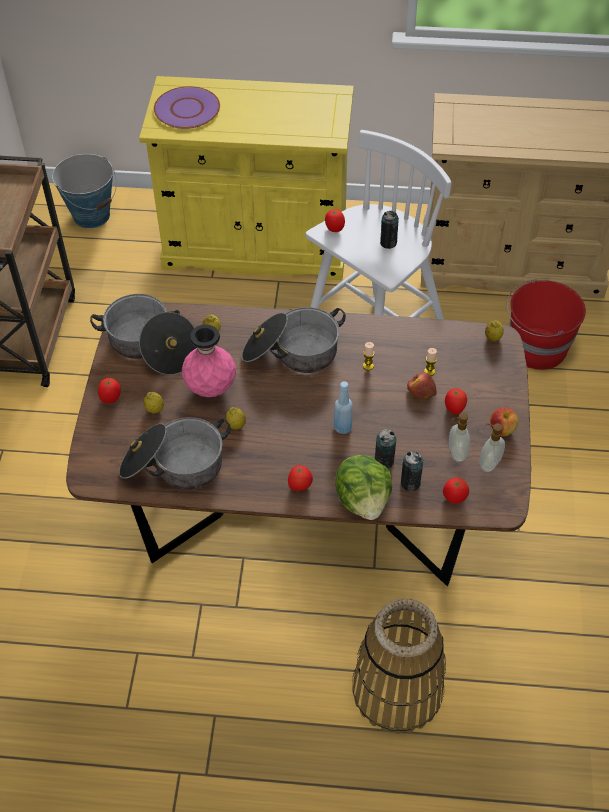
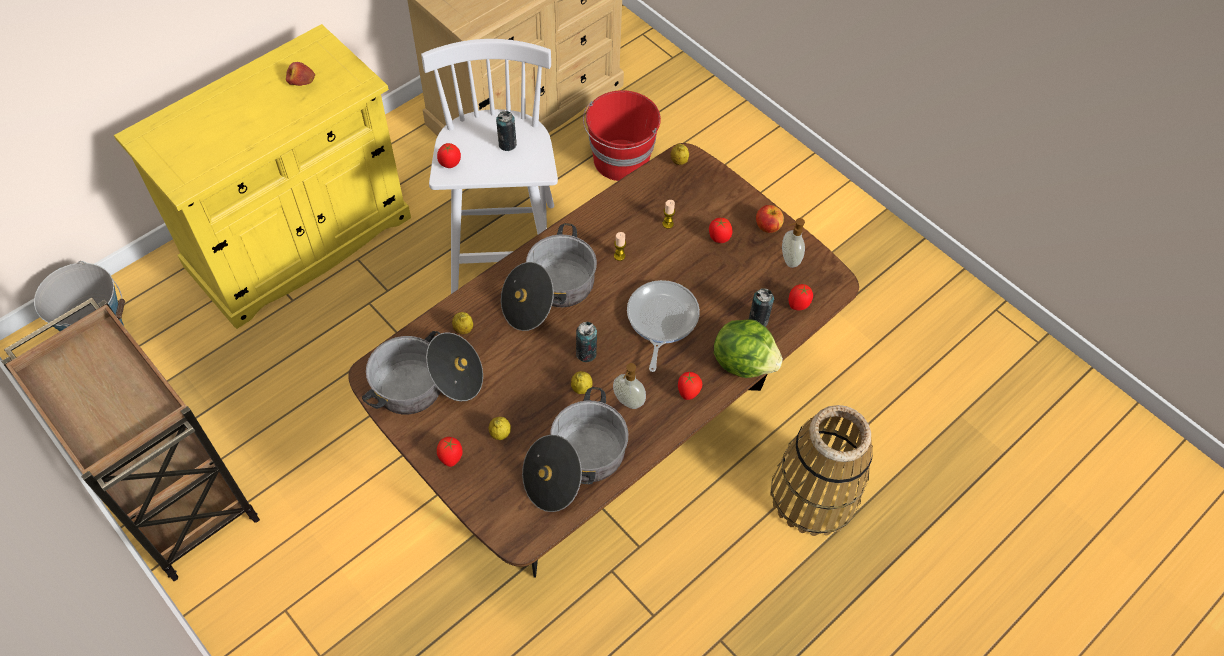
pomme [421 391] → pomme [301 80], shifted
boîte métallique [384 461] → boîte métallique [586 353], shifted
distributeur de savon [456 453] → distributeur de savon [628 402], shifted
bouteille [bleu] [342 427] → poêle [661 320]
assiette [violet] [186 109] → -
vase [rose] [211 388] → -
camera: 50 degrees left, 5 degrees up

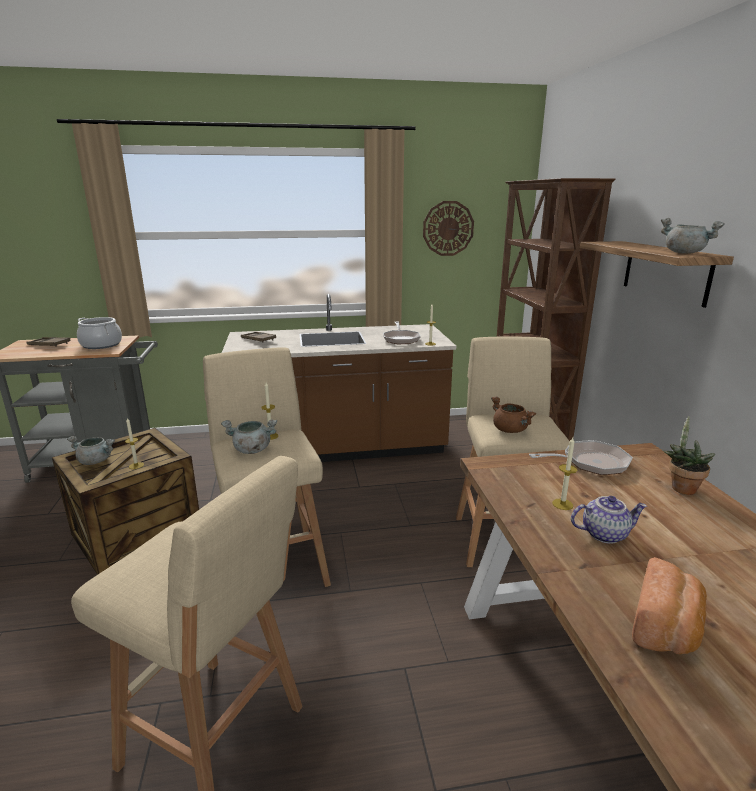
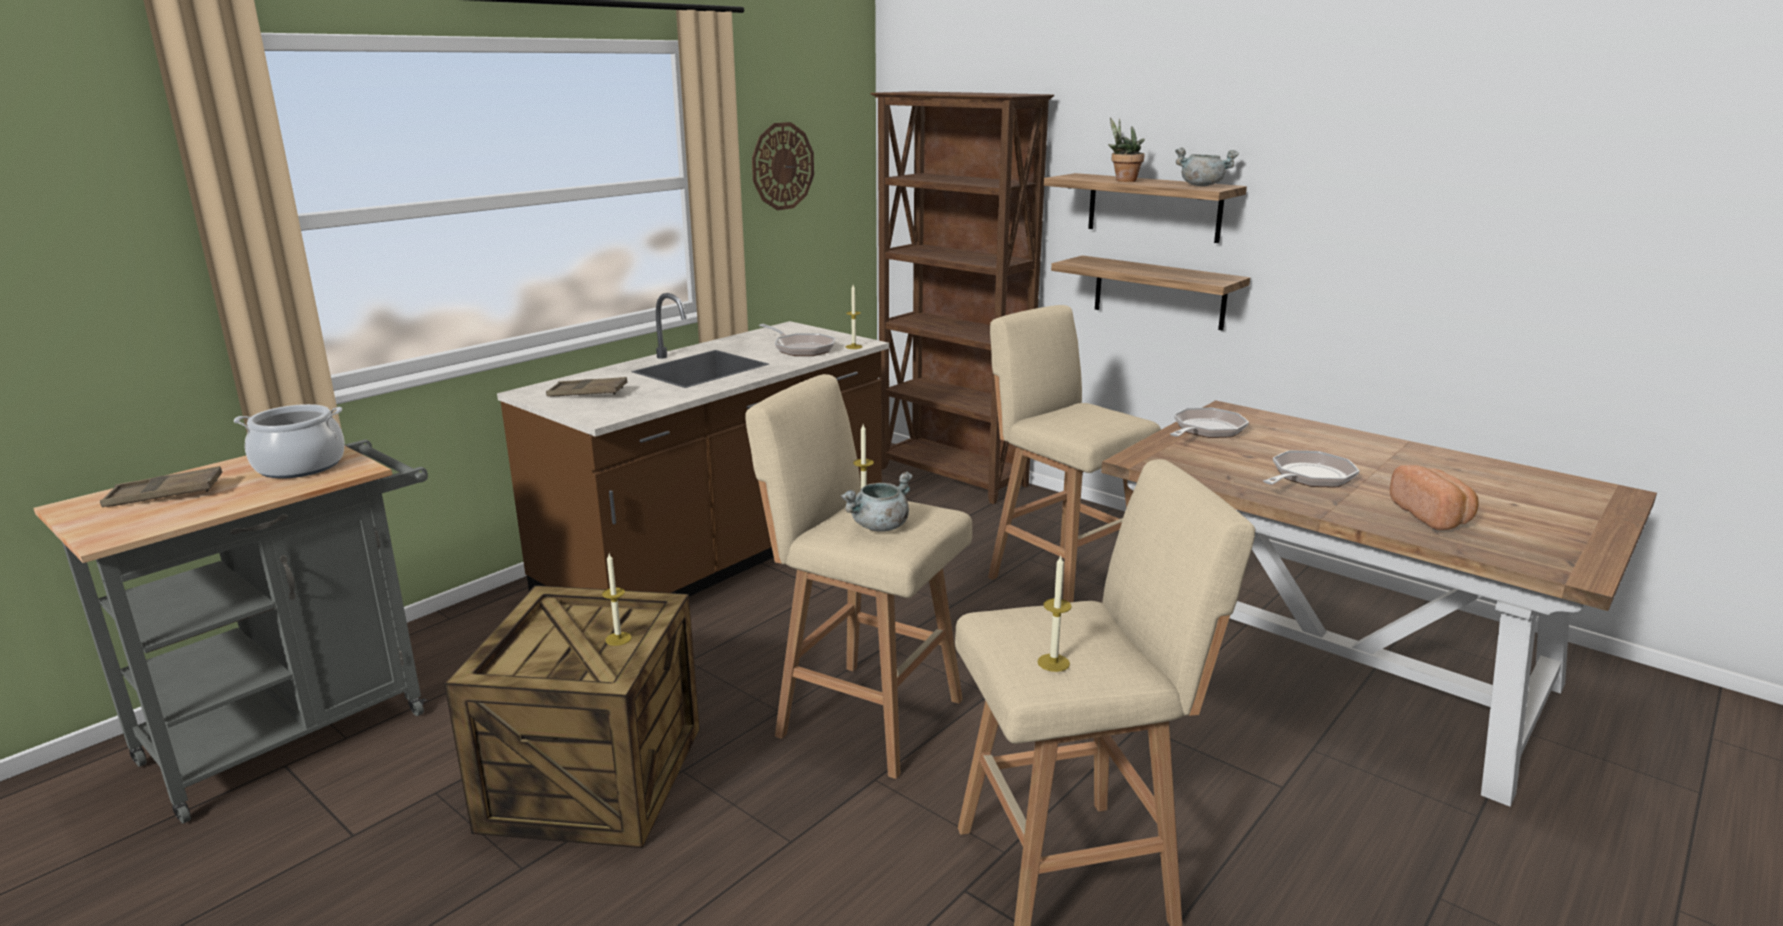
bougie [562 504] → bougie [1053 663], shifted
- → étagère [1159 292]
plante en pot [681 487] → plante en pot [1123 180], shifted
théière [604 533] → poêle [1309 477]
marmite [gris] [96 461] → -
marmite [marron] [511 430] → -
camera: 40 degrees left, 0 degrees up

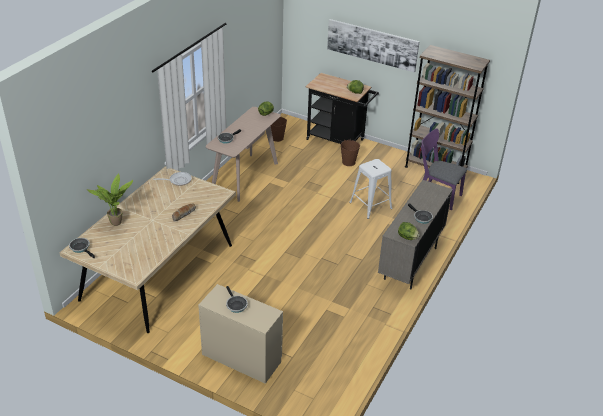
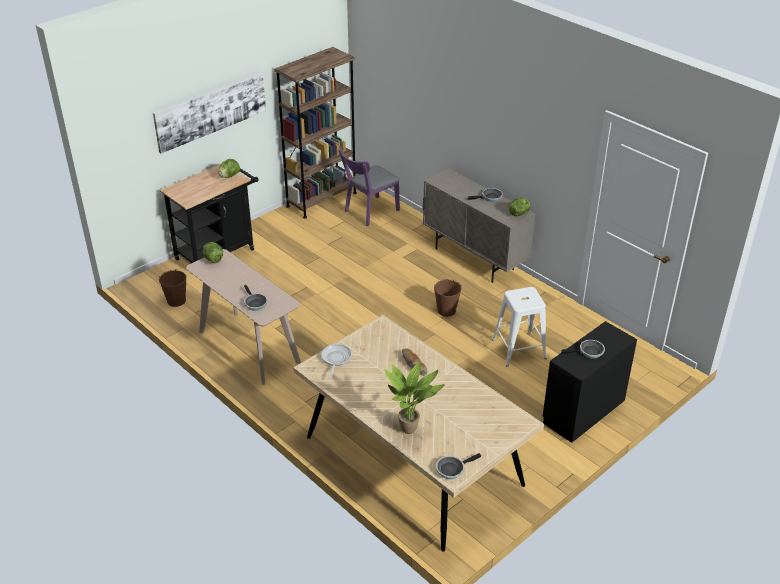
seau [marron] [348 162] → seau [marron] [446 310], shifted
tabouret [blanc] [370 205] → tabouret [blanc] [519 349], shifted
commode [beige] [241 357] → commode [noir] [582 411]
camera: 70 degrees left, 0 degrees up

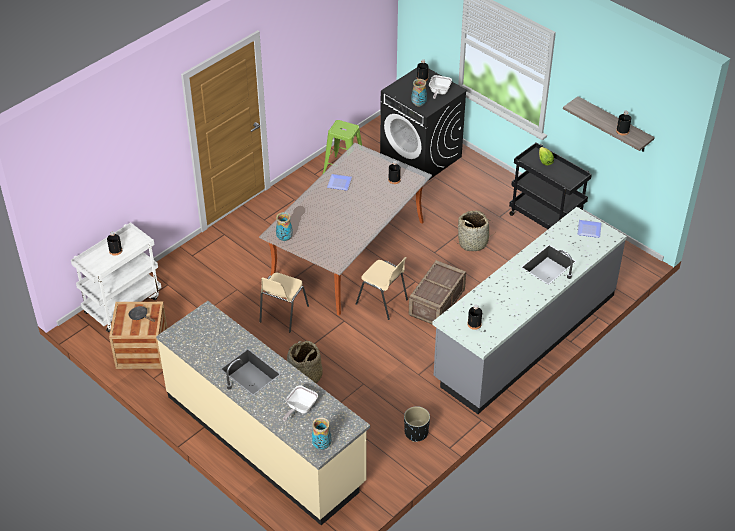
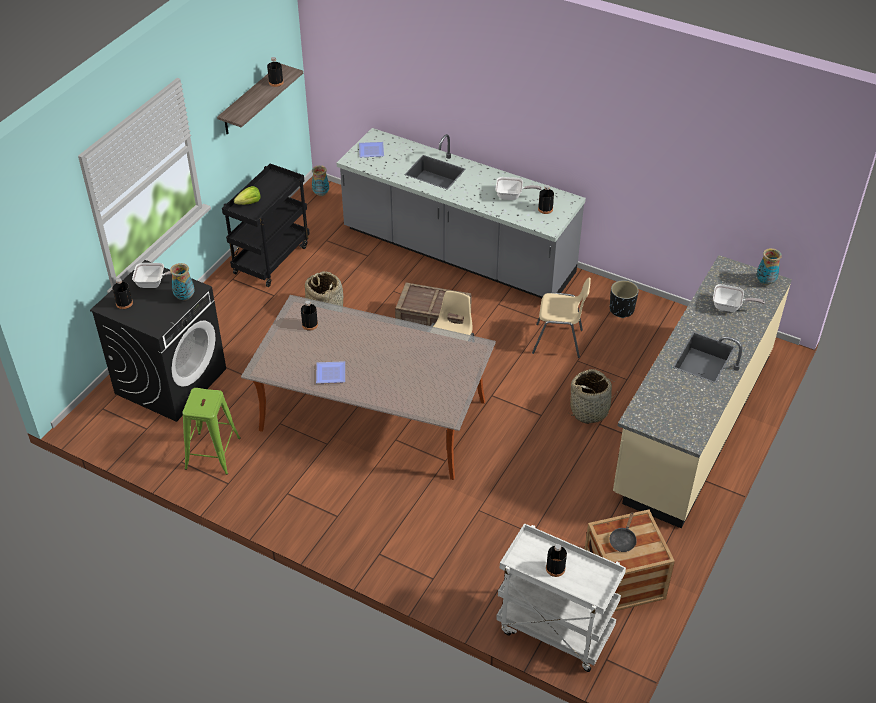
vase [284 238] → vase [321 194], shifted
- → poêle [512 196]
chaise [beige] [282 314] → chaise [beige] [559 341], shifted
camera: 105 degrees left, 0 degrees up

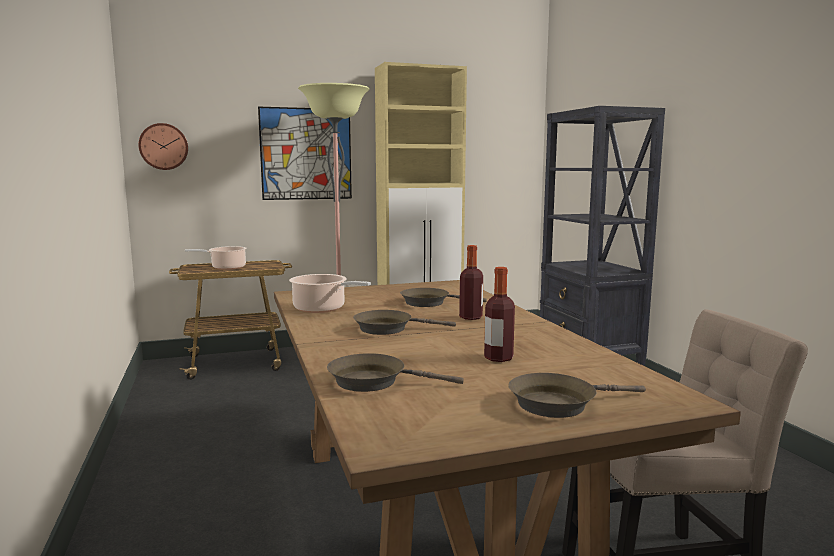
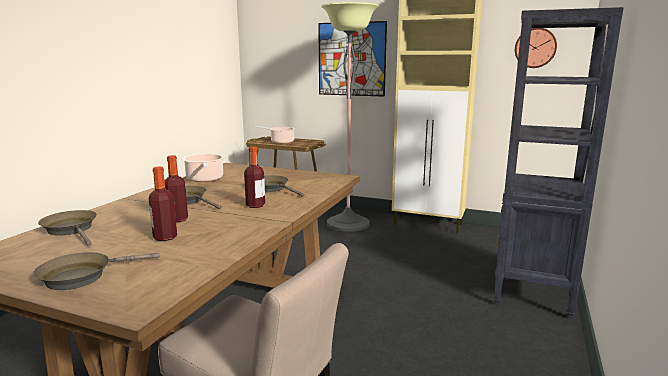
poêle [marron] [558 403] → poêle [marron] [82 276], 60 degrees counterclockwise
- → bouteille [177 219]
horloge murale [164 146] → horloge murale [535 48], shifted
camera: 40 degrees right, 5 degrees up

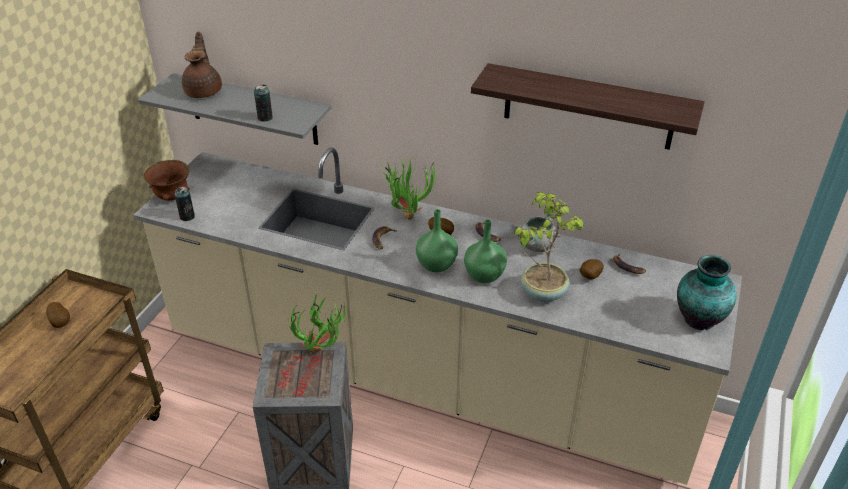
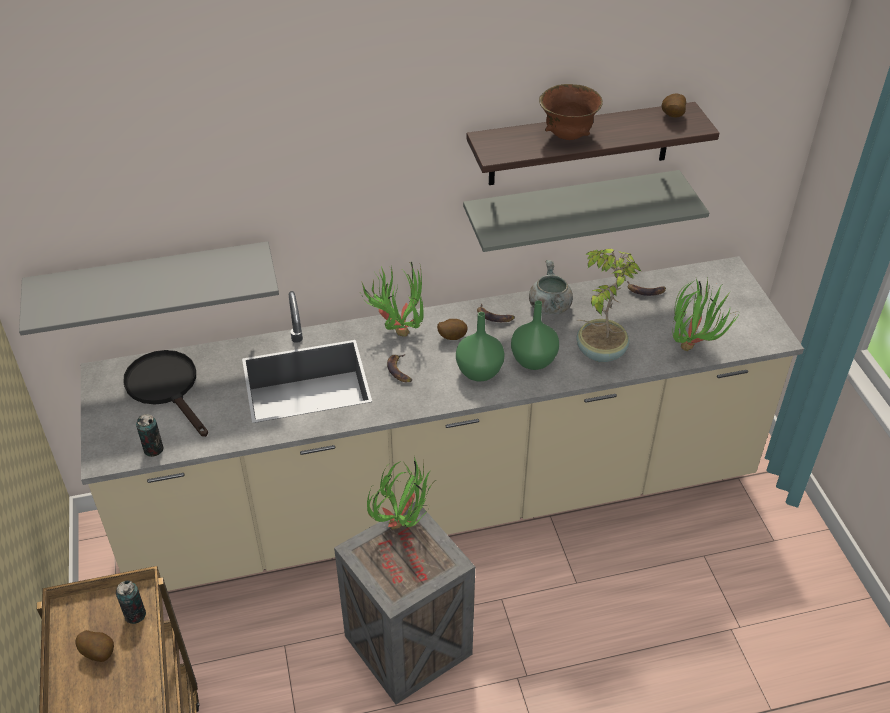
boîte métallique [265 118] → boîte métallique [135 615], shifted
- → poêle [noir] [167 388]
- → étagère [gris] [570 210]
bol [marron] [172 197] → bol [marron] [567 136], shifted
pomme de terre [589 277] → pomme de terre [671 117], shifted
- → plante en pot [693 345]
théière [marron] [204 91] → -
vase [698 320] → -
camera: 35 degrees left, 5 degrees up

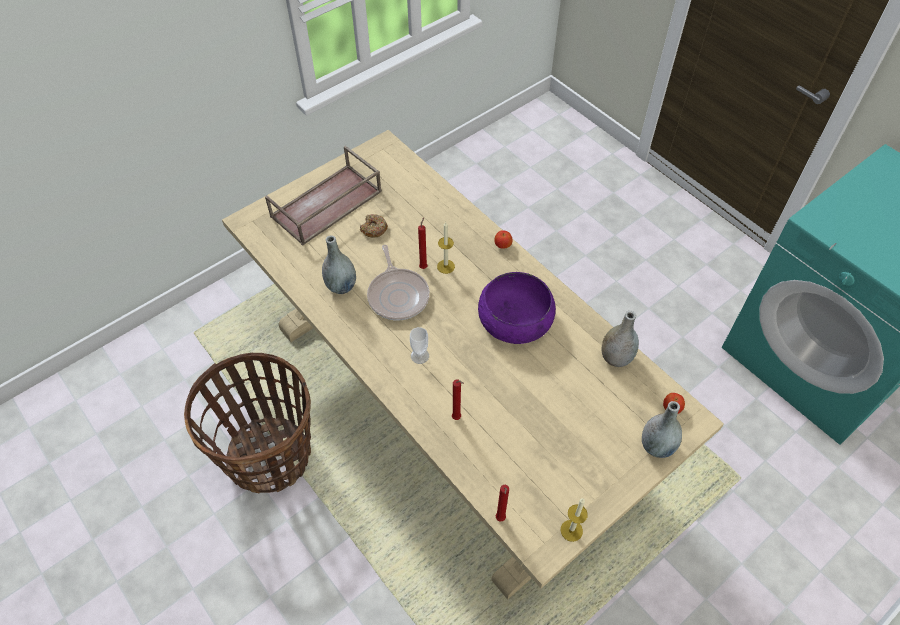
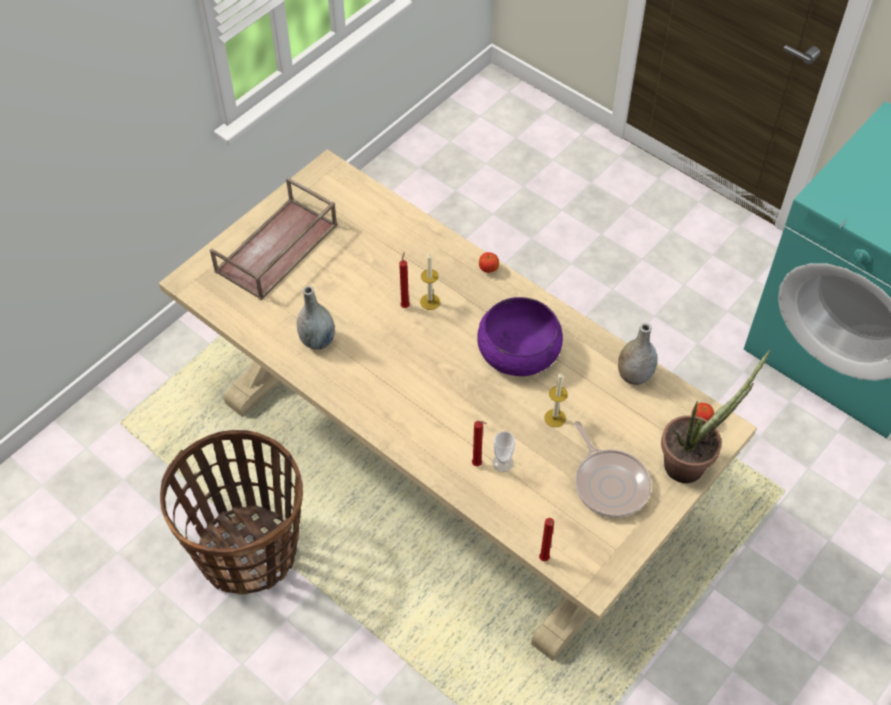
tasse [420 356] → tasse [502 462], shifted
bougie [571 530] → bougie [555 418], shifted
poêle [398 295] → poêle [609 483], shifted
vase [gris] [656 447] → plante en pot [691 461]
beignet [374 229] → -
camera: 10 degrees left, 0 degrees up

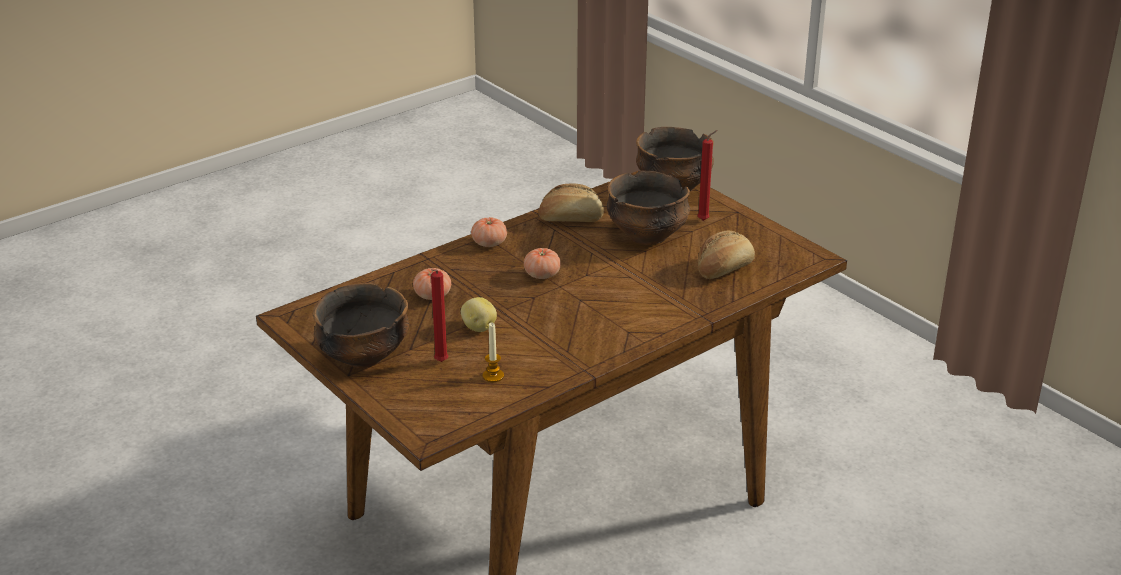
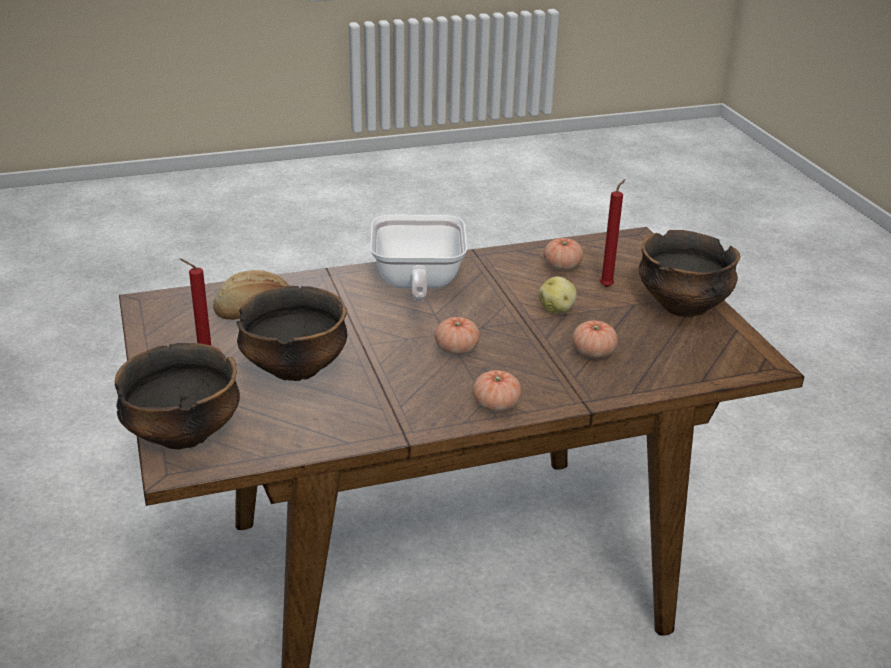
- → poêle [416 284]
bougie [493 376] → tomate [562 266]
pain [571 218] → -
camera: 160 degrees left, 0 degrees up

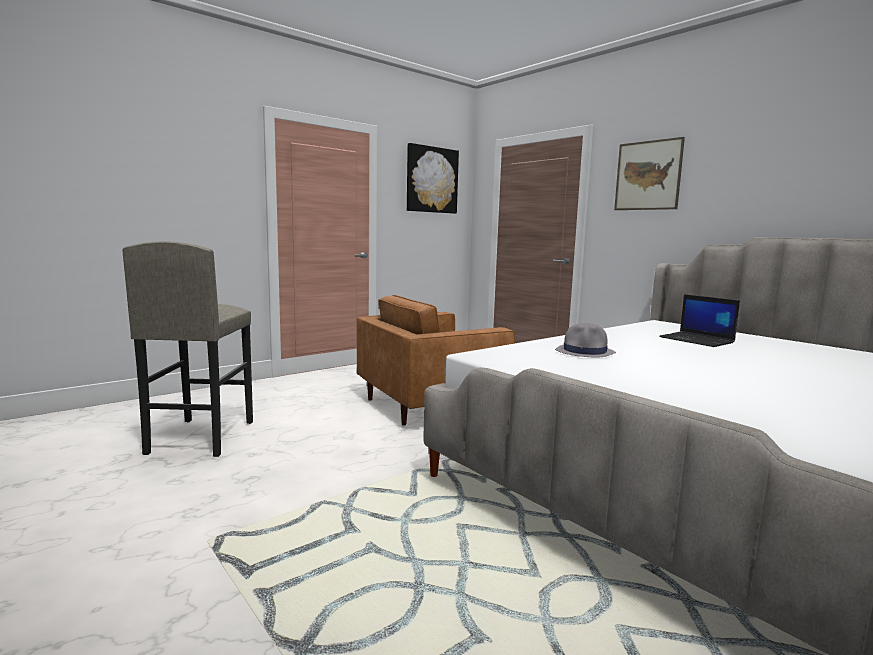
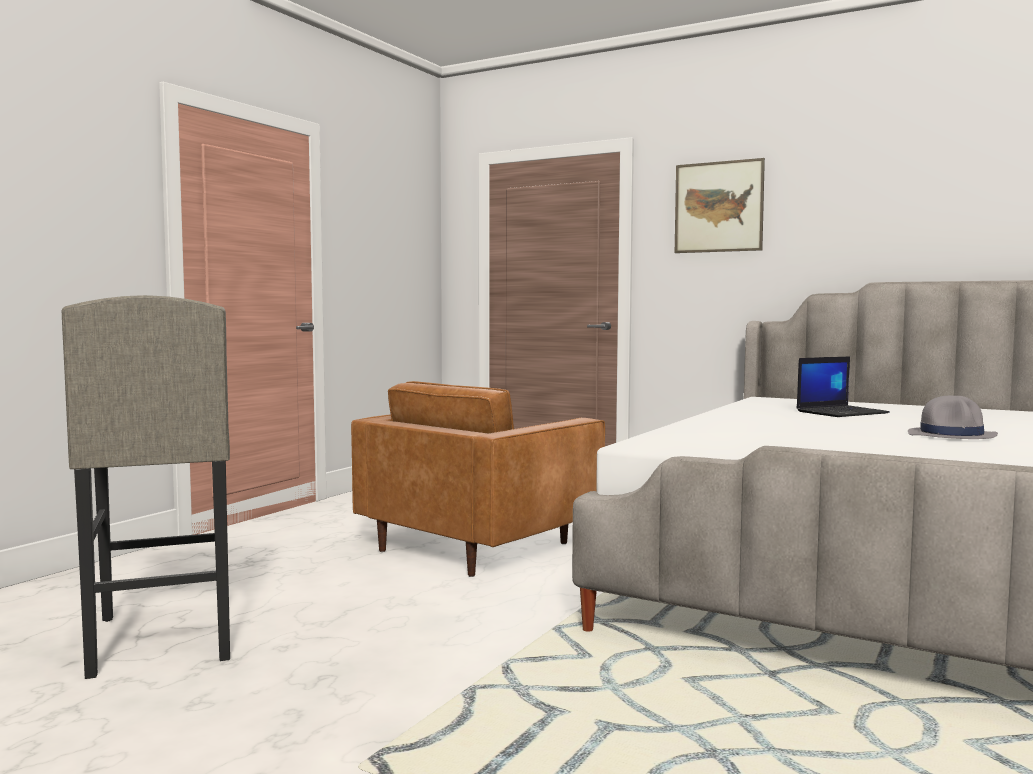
ordinateur portable [697 340] → ordinateur portable [842 412], 60 degrees counterclockwise
chapeau [gris] [585 352] → chapeau [gris] [952 435], shifted
tableau [431 180] → -
camera: 20 degrees left, 5 degrees down

